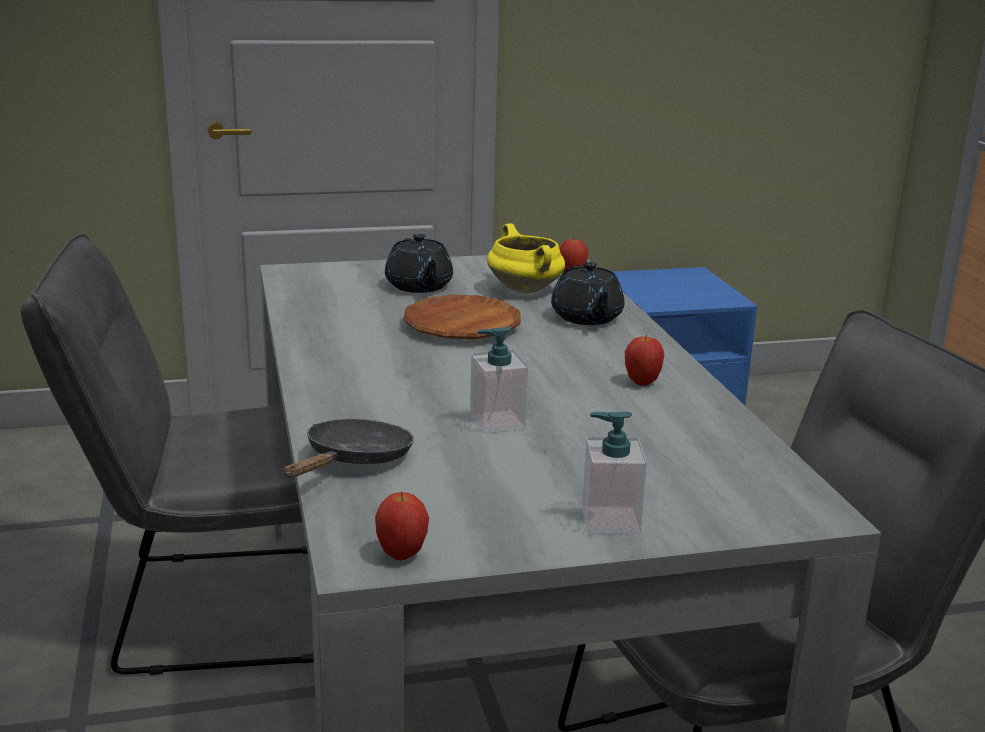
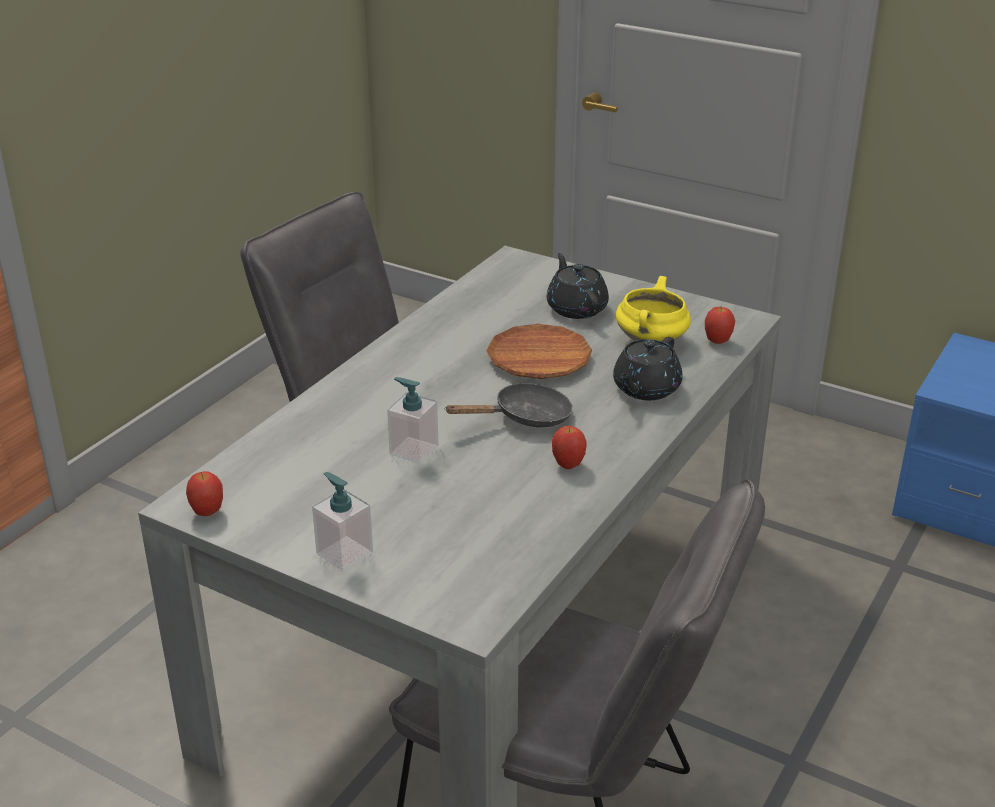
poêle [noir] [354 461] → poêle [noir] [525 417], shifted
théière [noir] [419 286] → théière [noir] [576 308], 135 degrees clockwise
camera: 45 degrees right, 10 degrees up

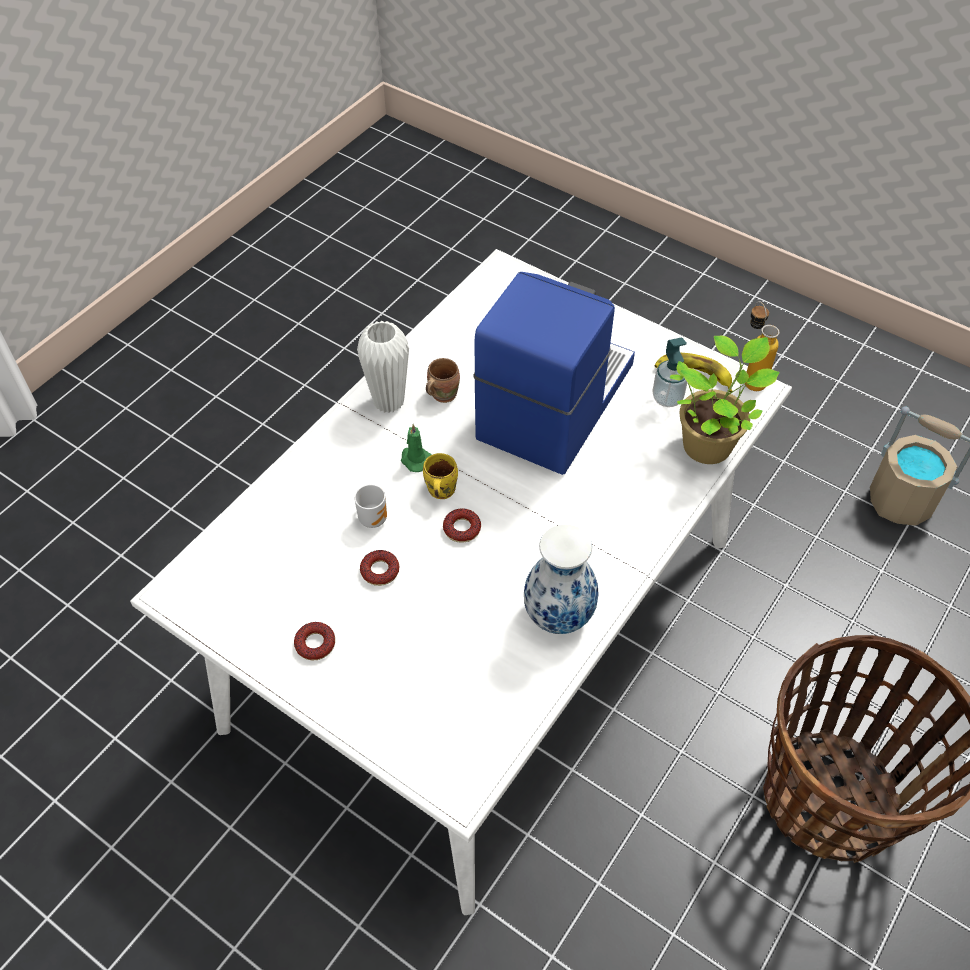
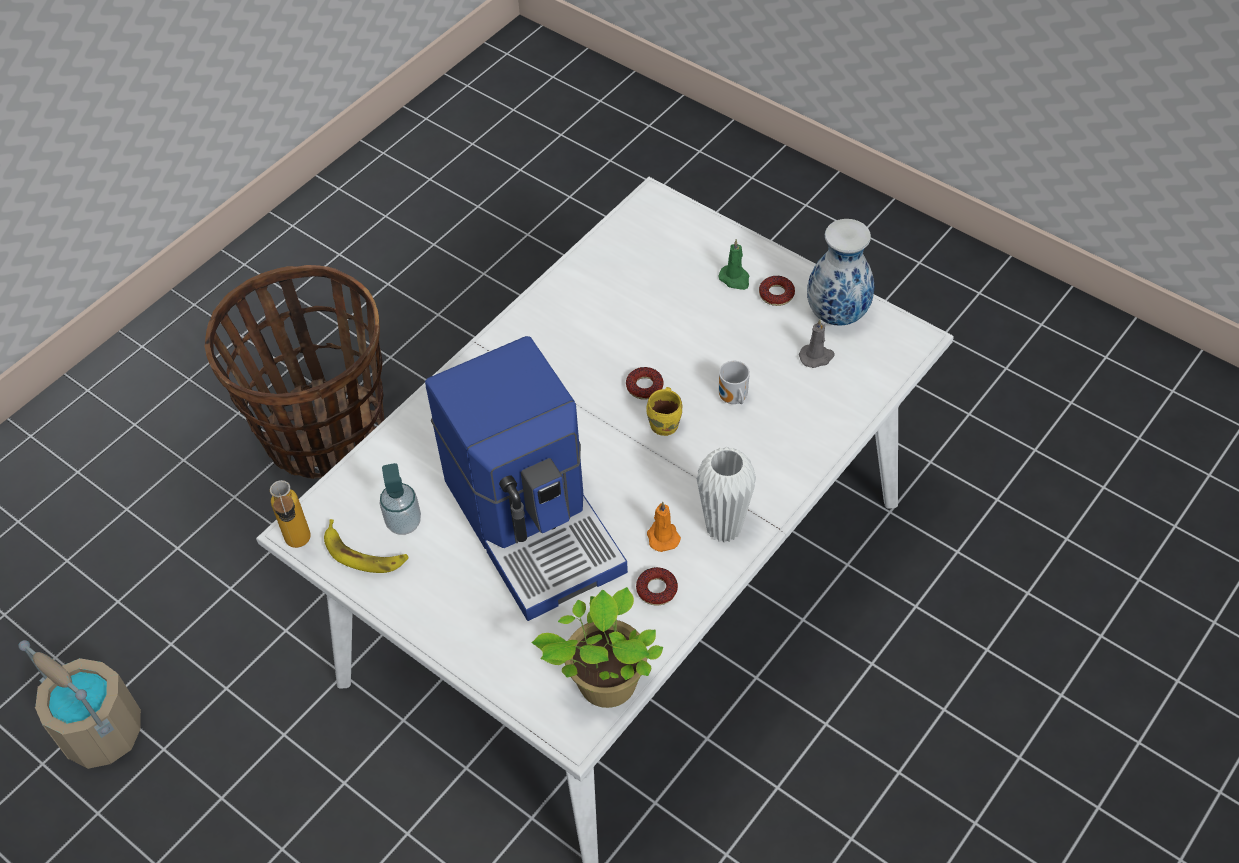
machine à café [552 401] → machine à café [535 522], 60 degrees counterclockwise
plante en pot [709 443] → plante en pot [604 686], shifted
beignet [380 571] → beignet [657 589], shifted
mug [marron] [441 394] → bougie [orange] [662 536]
bougie [vert] [415 459] → bougie [vert] [735 279], shifted
- → bougie [gris] [817 357]
vase [558 617] → vase [837 313], shifted
camera: 175 degrees left, 0 degrees up

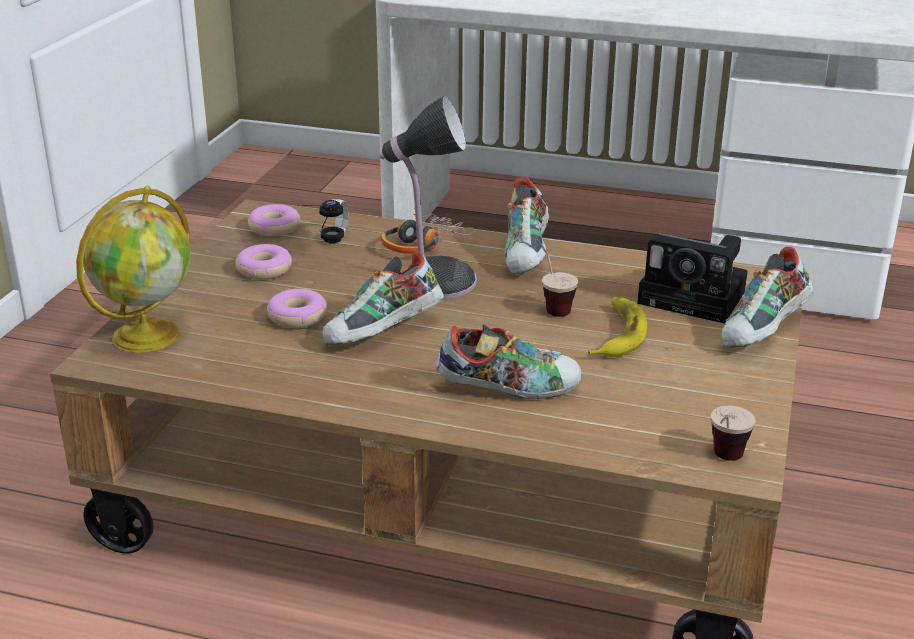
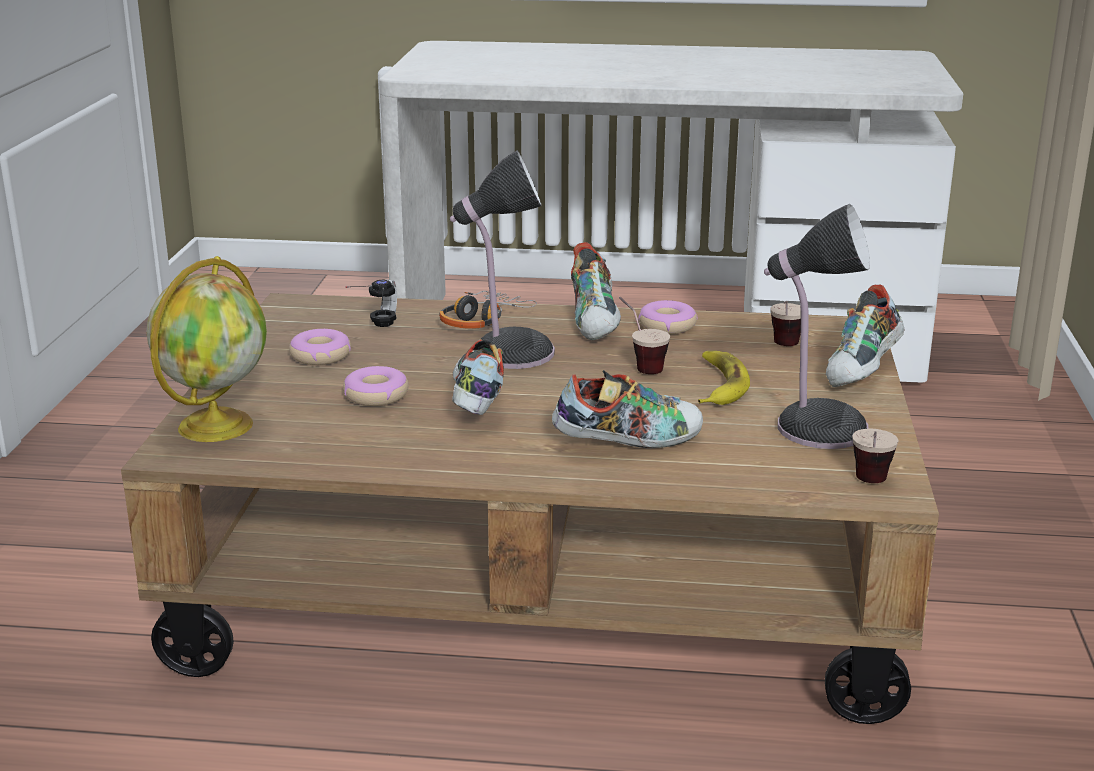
chaussure [384 334] → chaussure [476 404], 135 degrees clockwise
beignet [274 228] → beignet [667 326], shifted
- → lampe de table [815 427]
appareil photo [696 298] → tasse [784 348]
camera: 10 degrees left, 5 degrees down

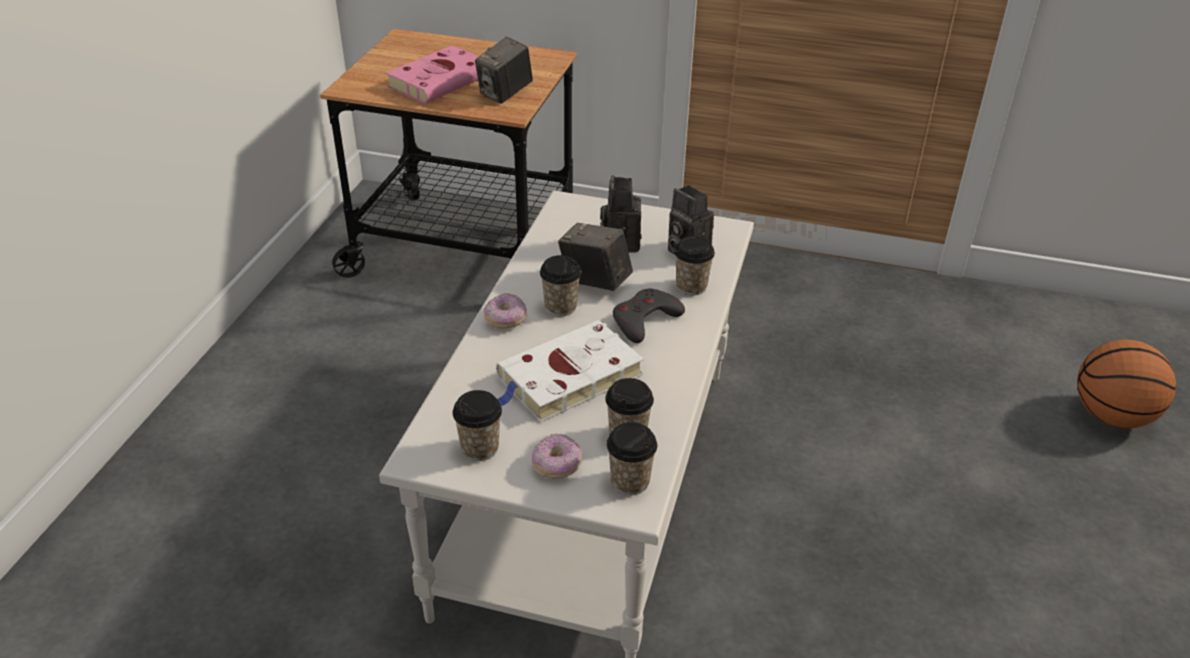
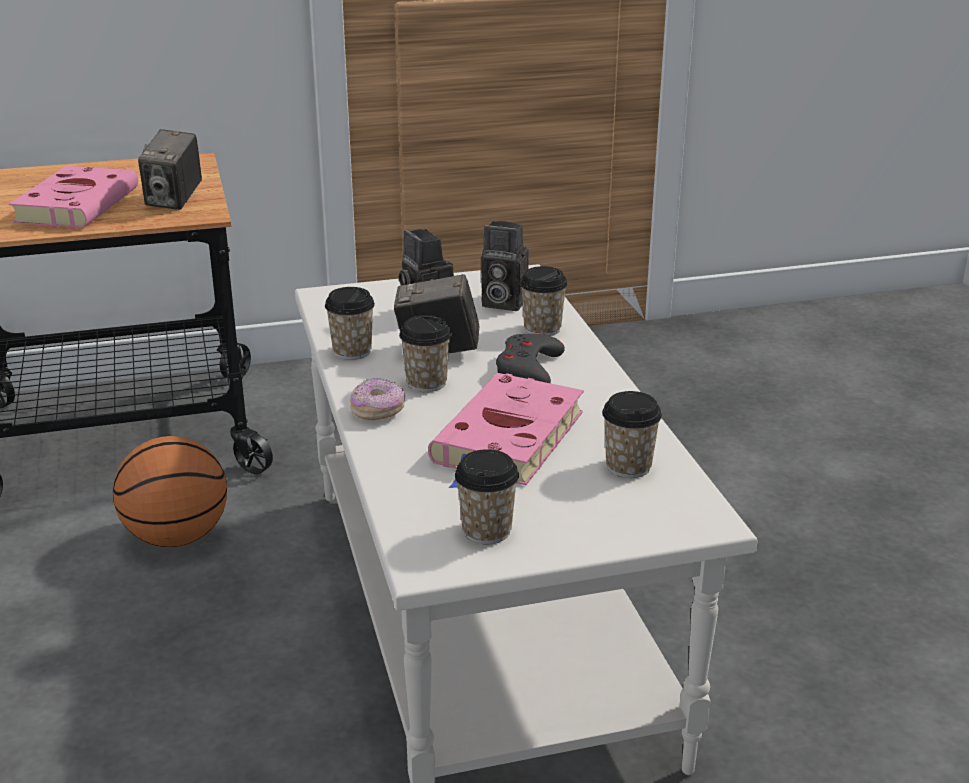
ballon de basket [1111 416] → ballon de basket [176 537], shifted
tasse [630 481] → tasse [352 351], shifted
livre [blanc] [567 378] → livre [rose] [507 440]
beignet [557 465] → -
camera: 30 degrees left, 10 degrees down

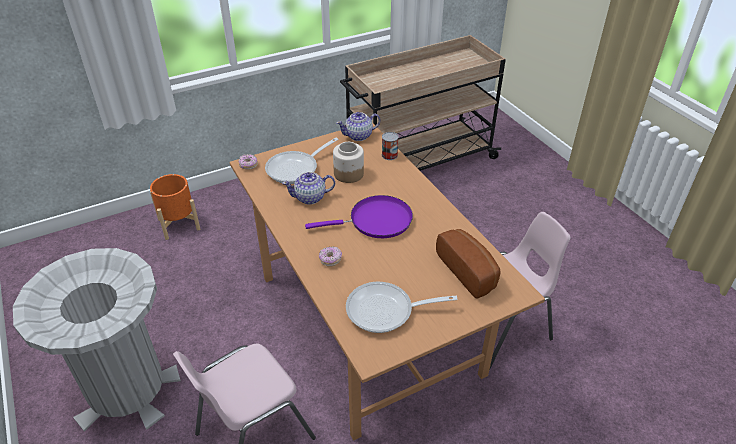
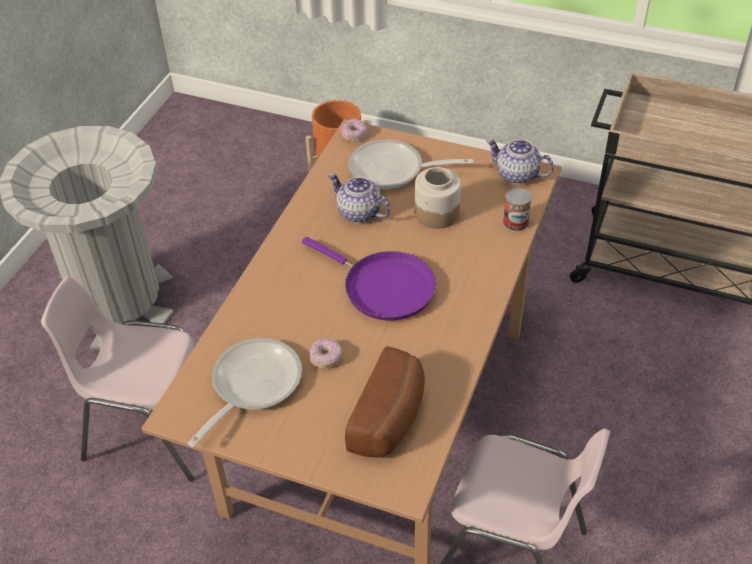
poêle [386 311] → poêle [251 386], 75 degrees clockwise
beignet [330 260] → beignet [326 358], shifted
camera: 50 degrees right, 5 degrees up

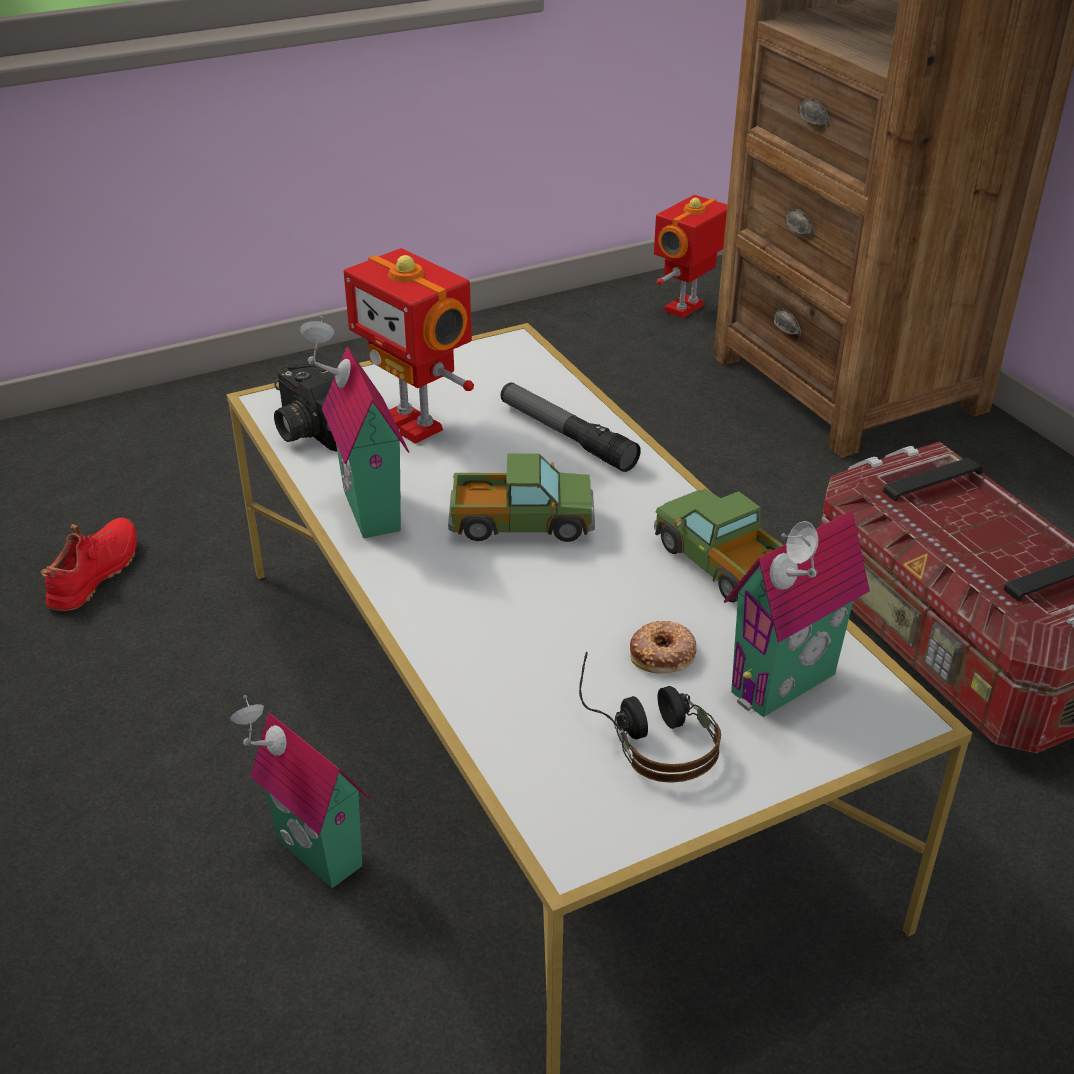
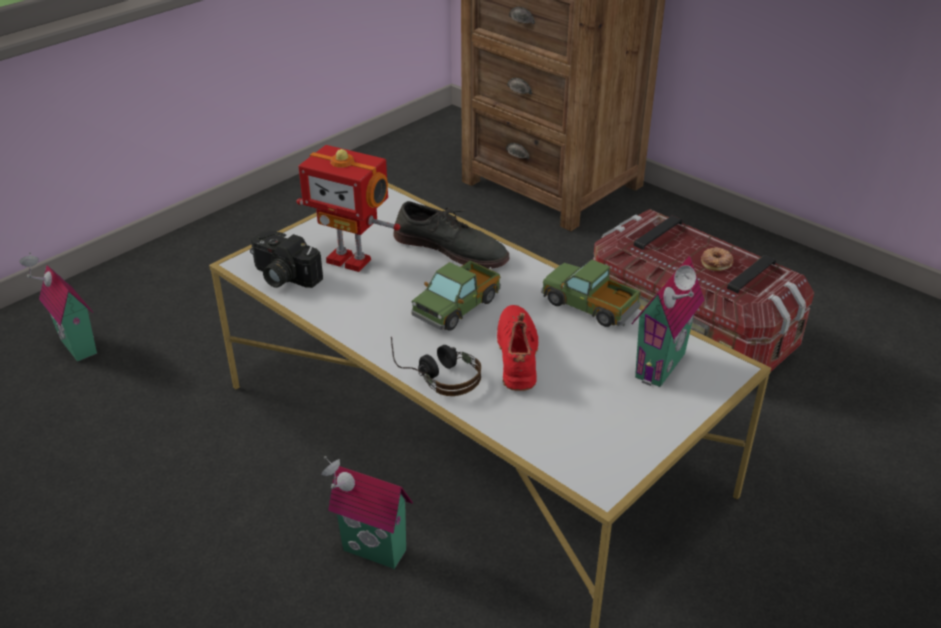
maison miniature [365 511] → maison miniature [74 347], shifted
casque audio [646 731] → casque audio [436 373], shifted
lampe de poche [566 436] → chaussure [gris] [451 248]
camion jouet [521 524] → camion jouet [457 308], 150 degrees clockwise
chaussure [rouge] [97 575] → chaussure [rouge] [519 356], shifted
beignet [663 653] → beignet [716 262], shifted
robot jouet [686 309] → -
camera: 20 degrees left, 0 degrees up

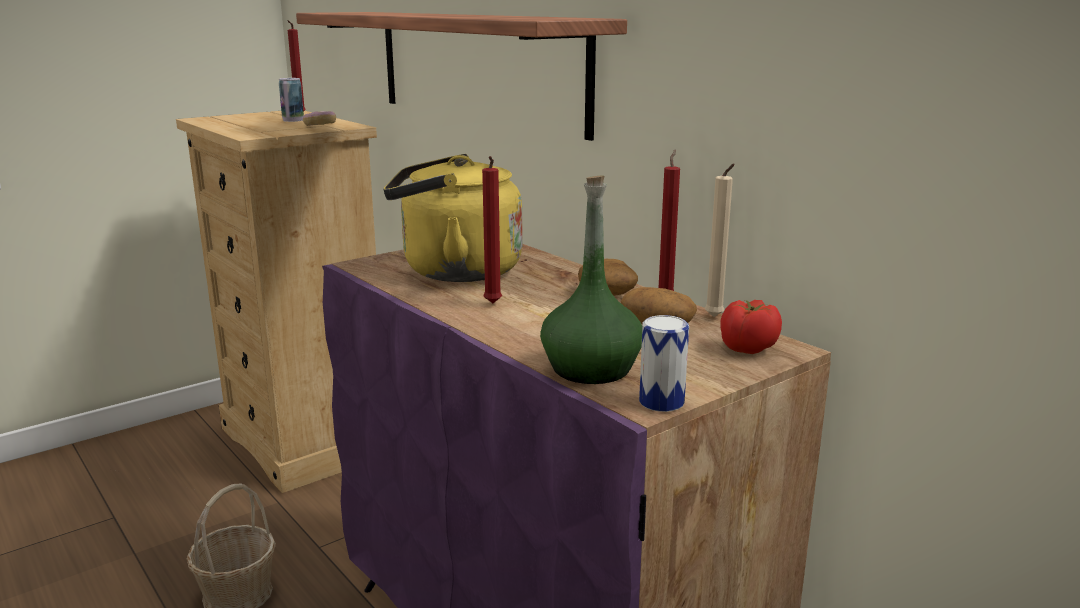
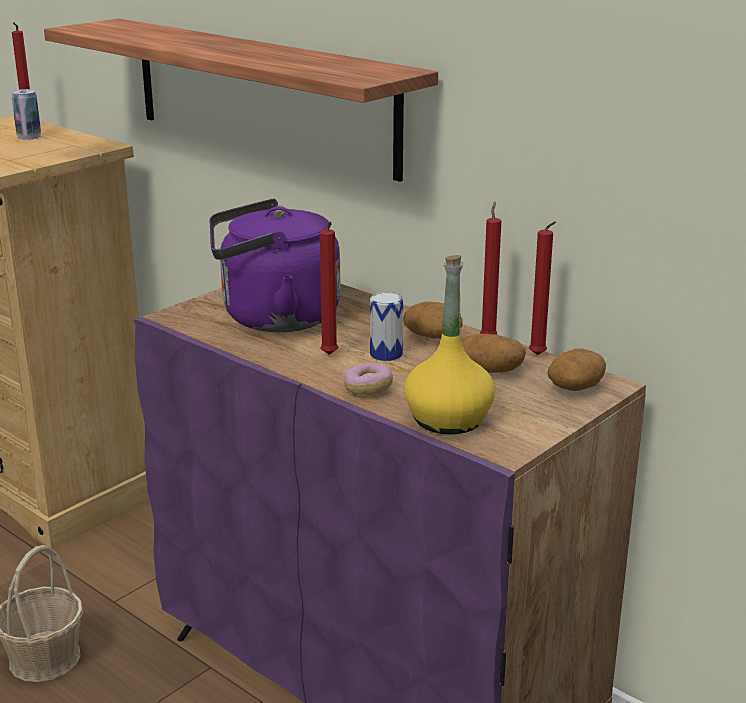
bouilloire [jaune] [454 271] → bouilloire [violet] [273 318]
beignet [320 126] → beignet [368 389], shifted
boîte métallique [661 402] → boîte métallique [386 354], shifted
bouteille [vert] [590 369] → bouteille [jaune] [448 419]
bougie [beige] [715 318] → bougie [rouge] [538 356]
tomate [747 349] → pomme de terre [575 387]
camera: 10 degrees left, 5 degrees up

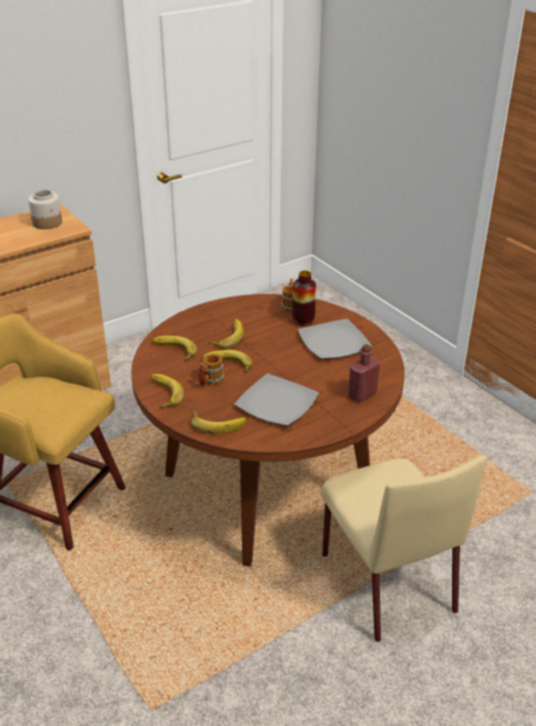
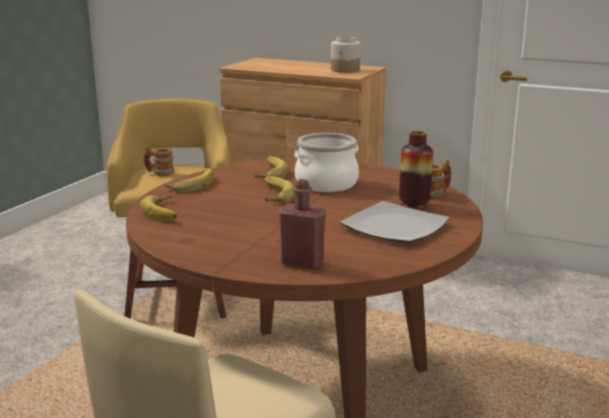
mug [210 381] → mug [159 173], shifted
banane [227 336] → marmite [326 184]
assiette [276 402] → -
camera: 60 degrees right, 15 degrees down

